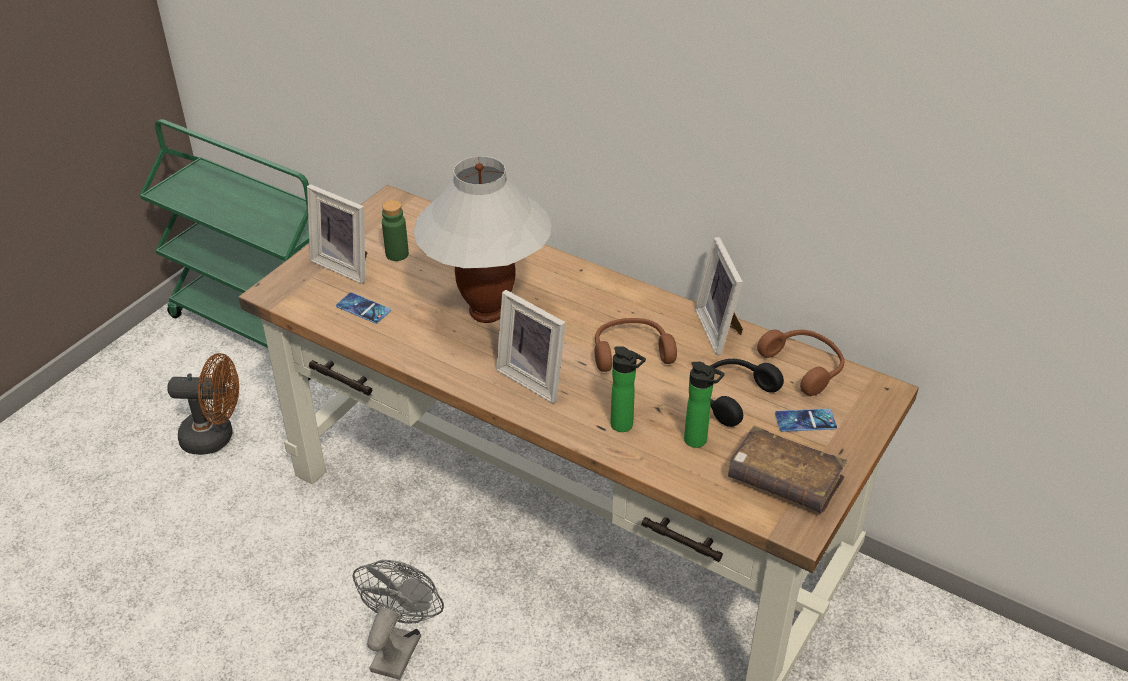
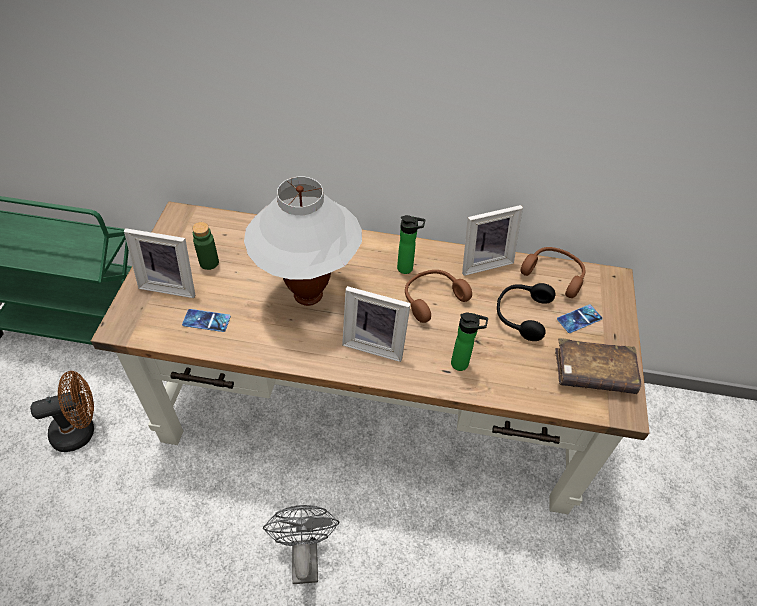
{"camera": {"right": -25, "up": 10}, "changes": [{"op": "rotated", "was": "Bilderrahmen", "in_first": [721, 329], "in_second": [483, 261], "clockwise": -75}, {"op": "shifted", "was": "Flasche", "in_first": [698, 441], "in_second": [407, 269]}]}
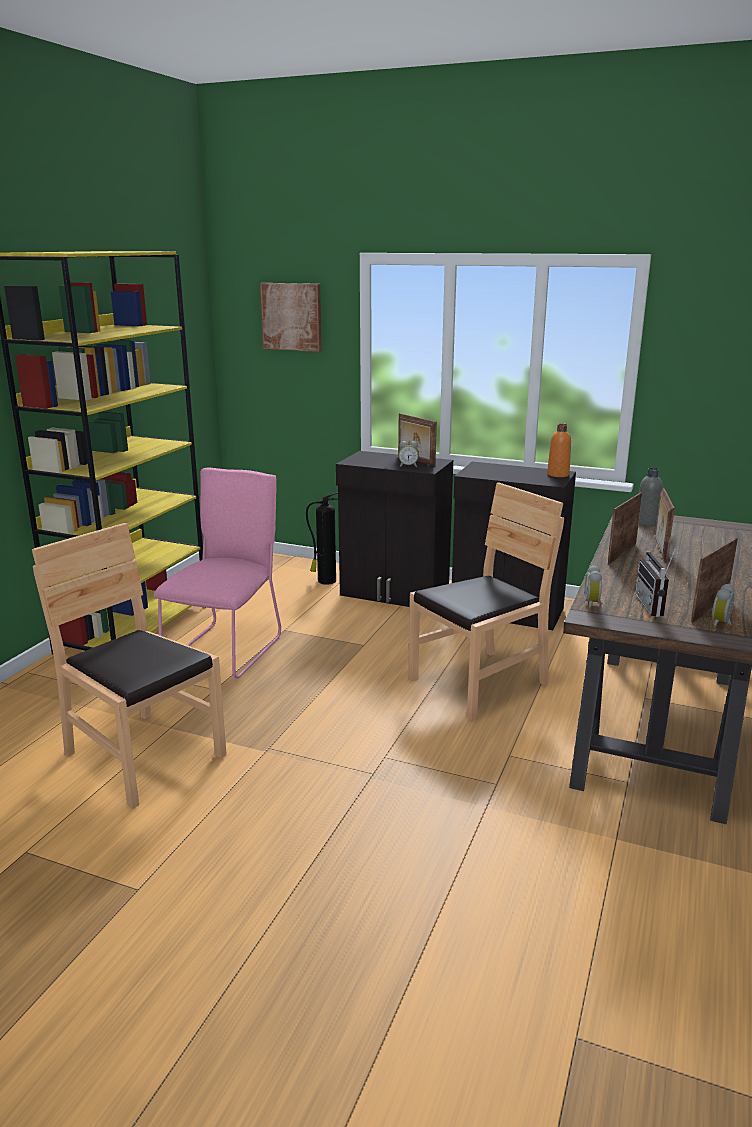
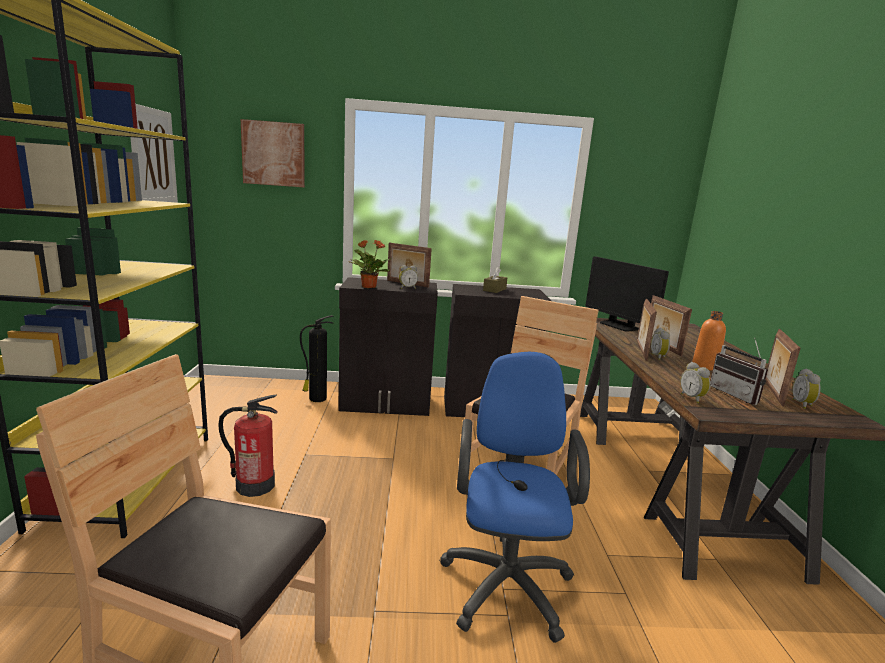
{"camera": {"right": -25, "up": -5}, "changes": [{"op": "shifted", "was": "Flasche (orange)", "in_first": [558, 474], "in_second": [704, 366]}, {"op": "swapped", "was": "Stuhl (rosa)", "now": "Feuerlöscher", "in_first": [227, 648], "in_second": [254, 485]}, {"op": "swapped", "was": "Flasche (grau)", "now": "Monitor", "in_first": [646, 523], "in_second": [619, 326]}, {"op": "new", "now": "Bild", "in_second": [153, 156]}, {"op": "new", "now": "Topfpflanze", "in_second": [368, 286]}, {"op": "new", "now": "Taschentuchbox (braun)", "in_second": [494, 289]}, {"op": "new", "now": "Wecker", "in_second": [659, 357]}, {"op": "new", "now": "Bürostuhl (blau)", "in_second": [506, 580]}]}
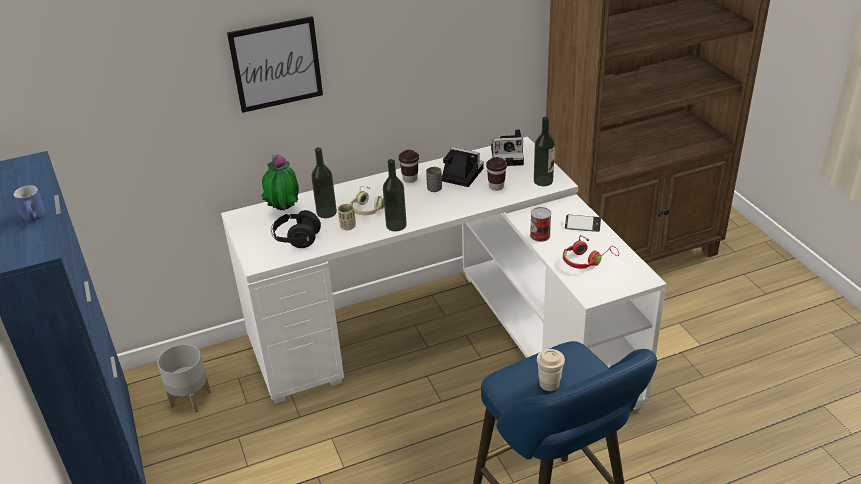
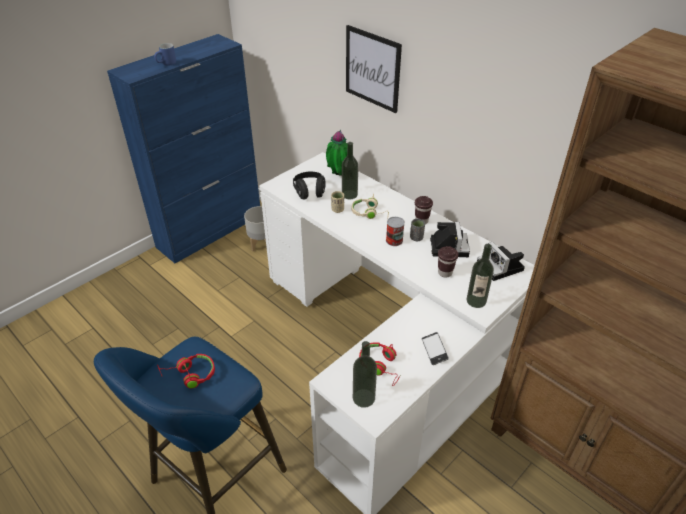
{"camera": {"right": 65, "up": 5}, "changes": [{"op": "shifted", "was": "Flasche", "in_first": [396, 225], "in_second": [363, 398]}, {"op": "shifted", "was": "Dose", "in_first": [540, 235], "in_second": [394, 240]}, {"op": "swapped", "was": "Tasse (beige)", "now": "Kopfhörer (rot)", "in_first": [549, 384], "in_second": [189, 375]}]}
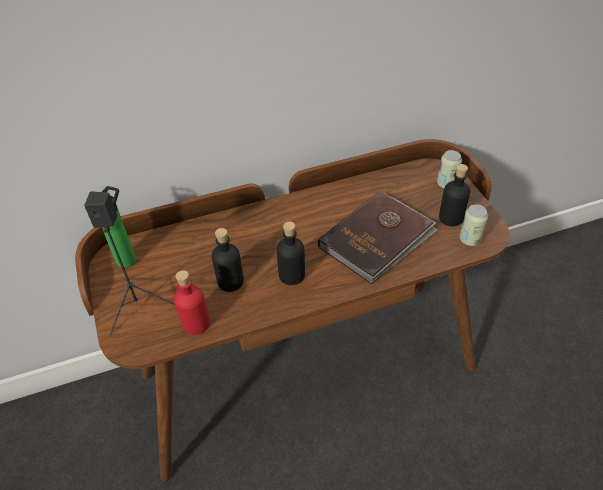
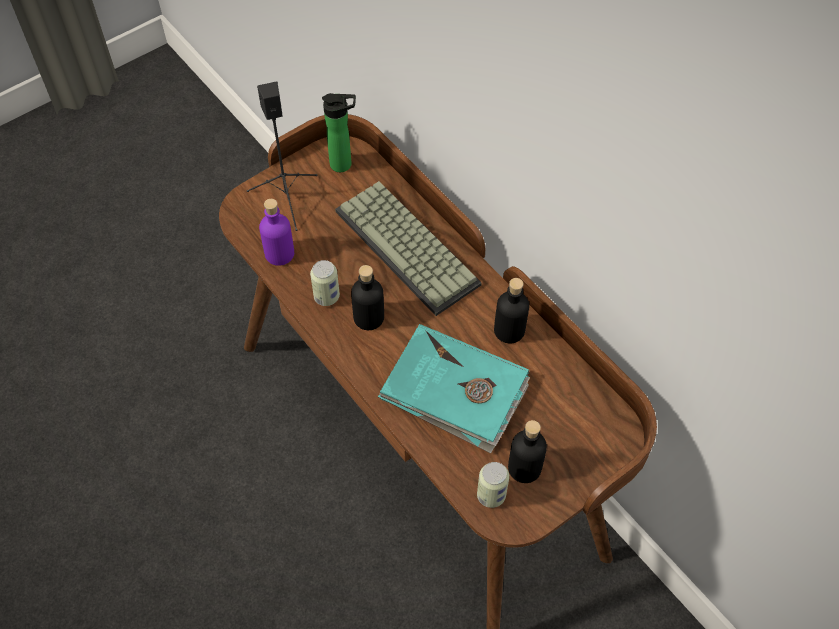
{"camera": {"right": 70, "up": 10}, "changes": [{"op": "shifted", "was": "Dose", "in_first": [446, 184], "in_second": [326, 297]}, {"op": "repainted", "was": "Buch (braun)", "now": "Buch (türkis)", "in_first": [378, 239], "in_second": [454, 391]}, {"op": "shifted", "was": "Flasche (schwarz)", "in_first": [230, 281], "in_second": [509, 330]}, {"op": "repainted", "was": "Flasche (rot)", "now": "Flasche (lila)", "in_first": [196, 323], "in_second": [279, 253]}, {"op": "new", "now": "Tastatur", "in_second": [410, 247]}]}
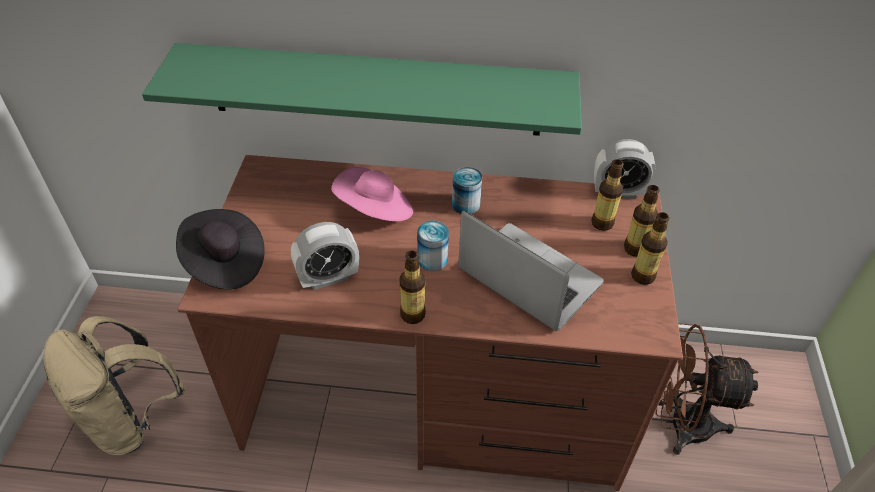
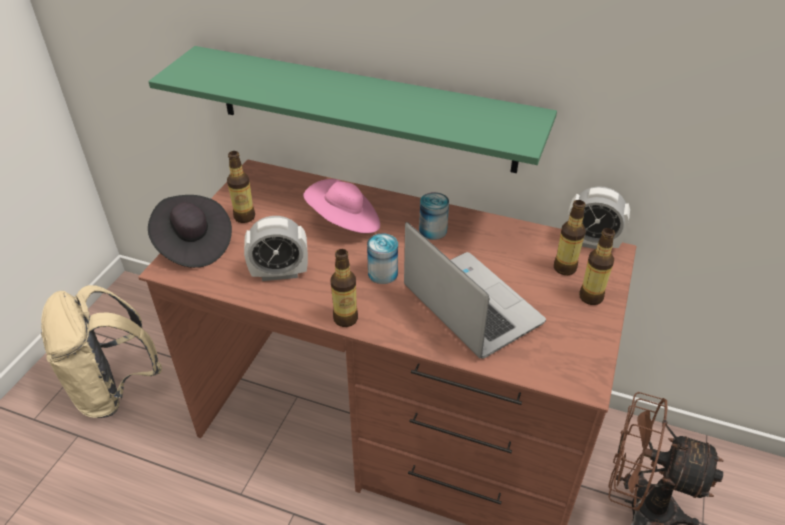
{"camera": {"right": 15, "up": -5}, "changes": [{"op": "shifted", "was": "Flasche", "in_first": [643, 276], "in_second": [244, 217]}]}
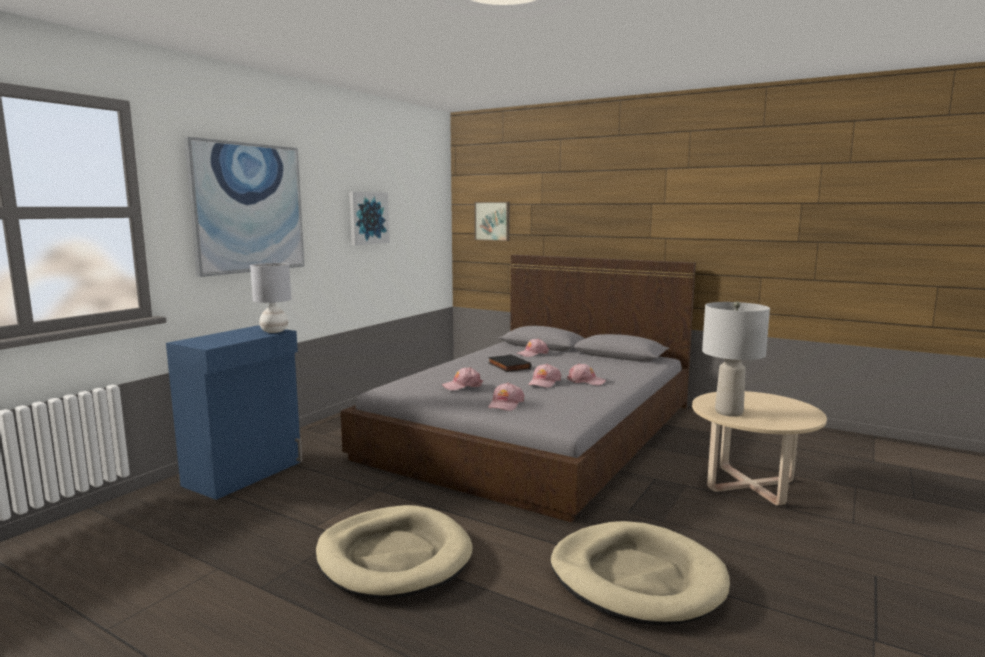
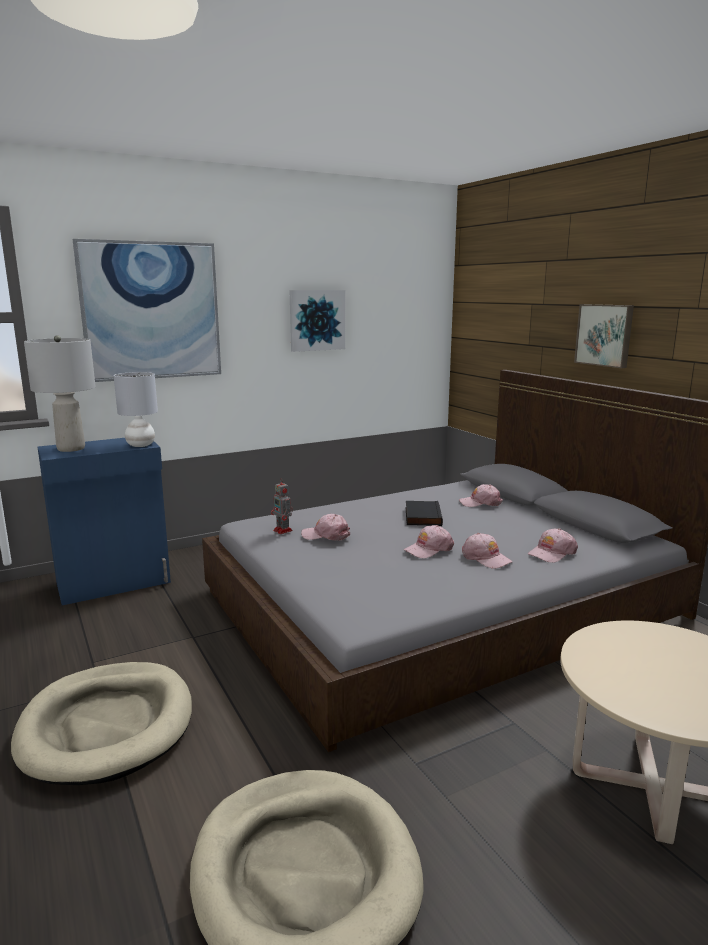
{"camera": {"right": 30, "up": 5}, "changes": [{"op": "shifted", "was": "Bild", "in_first": [493, 221], "in_second": [605, 335]}, {"op": "shifted", "was": "Tischlampe (grau)", "in_first": [729, 412], "in_second": [71, 448]}, {"op": "shifted", "was": "Kappe (rosa)", "in_first": [505, 404], "in_second": [552, 553]}, {"op": "new", "now": "Spielzeugroboter", "in_second": [283, 531]}]}
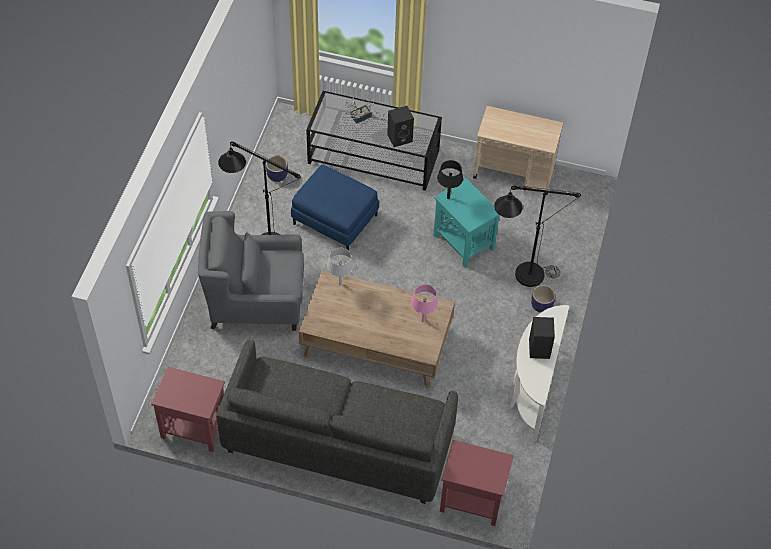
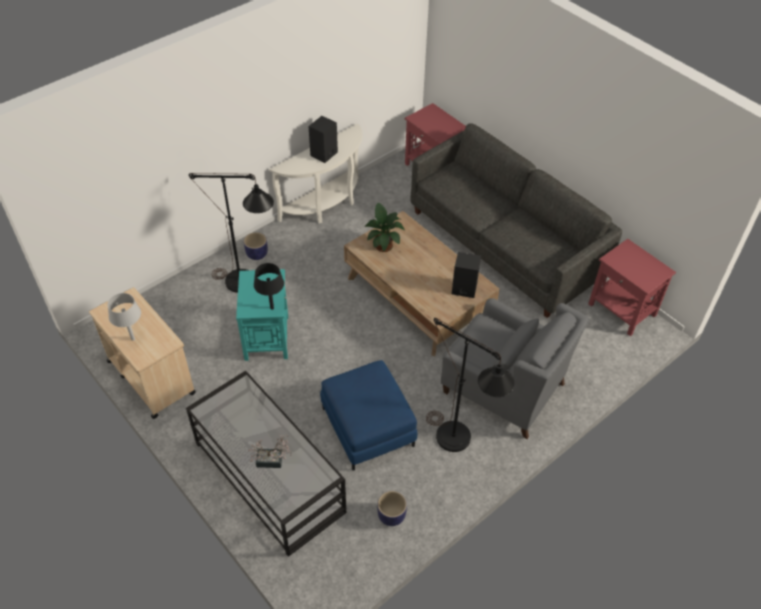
{"camera": {"right": -145, "up": -5}, "changes": [{"op": "shifted", "was": "Lautsprecher (schwarz)", "in_first": [400, 137], "in_second": [463, 289]}, {"op": "shifted", "was": "Tischlampe (grau)", "in_first": [340, 284], "in_second": [133, 339]}, {"op": "swapped", "was": "Tischlampe (rosa)", "now": "Topfpflanze", "in_first": [423, 320], "in_second": [384, 244]}]}
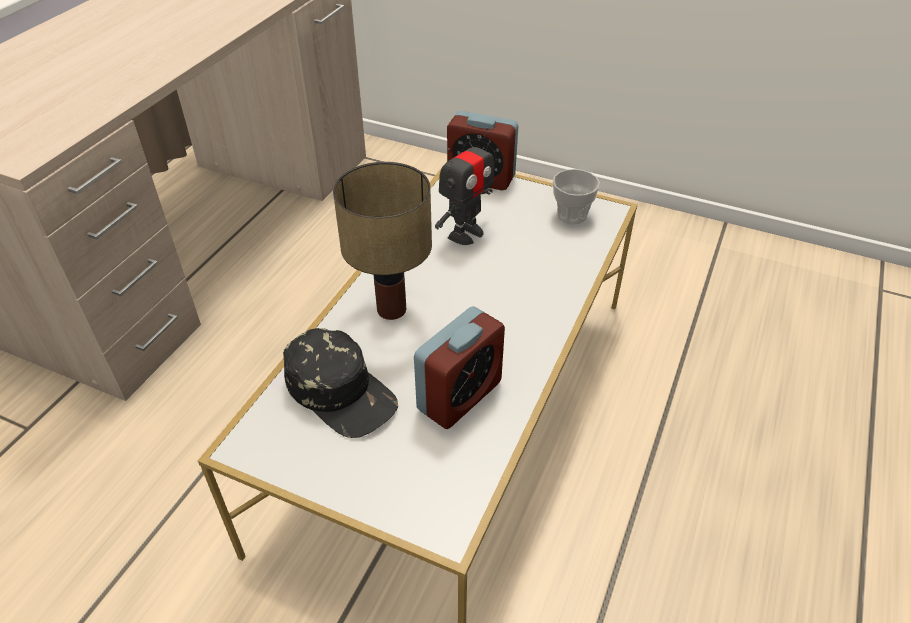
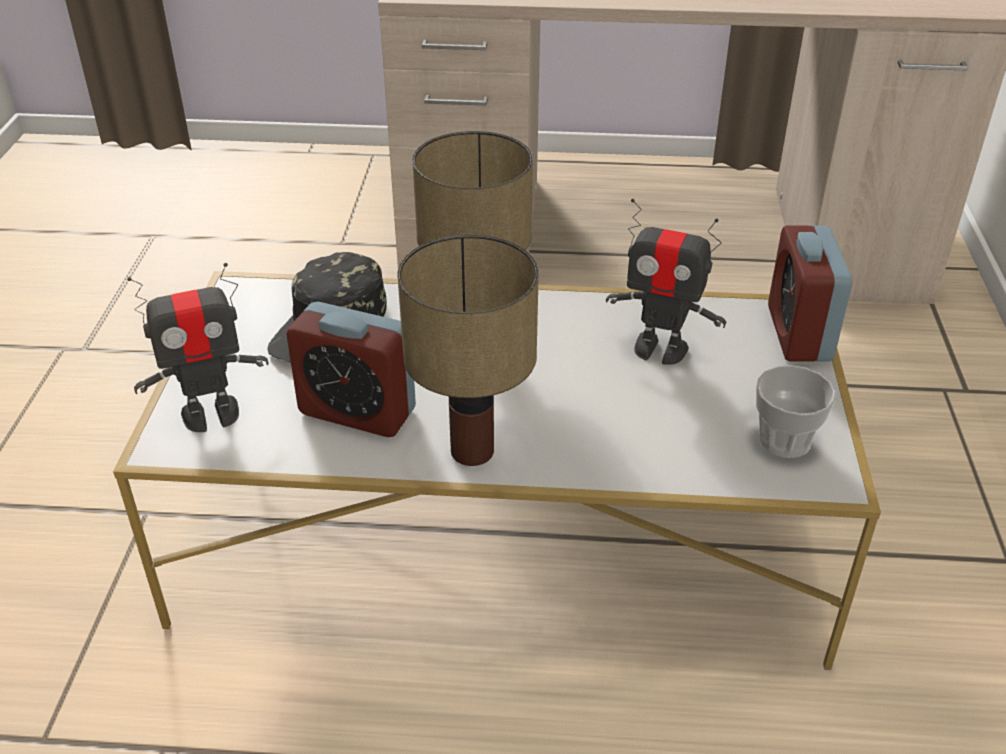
{"camera": {"right": 70, "up": -5}, "changes": [{"op": "new", "now": "Tischlampe", "in_second": [471, 449]}, {"op": "new", "now": "Spielzeugroboter", "in_second": [211, 414]}]}
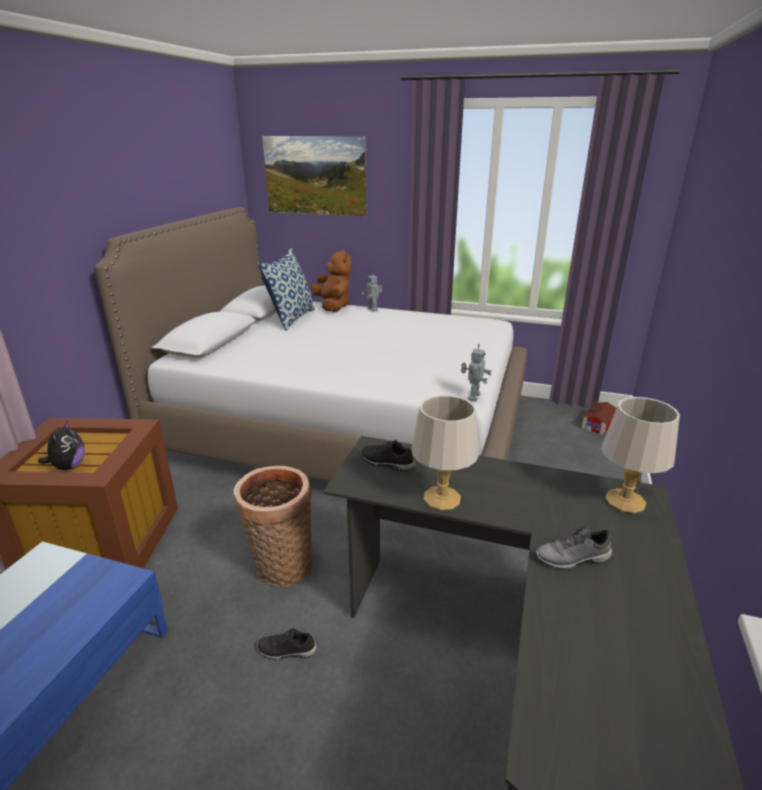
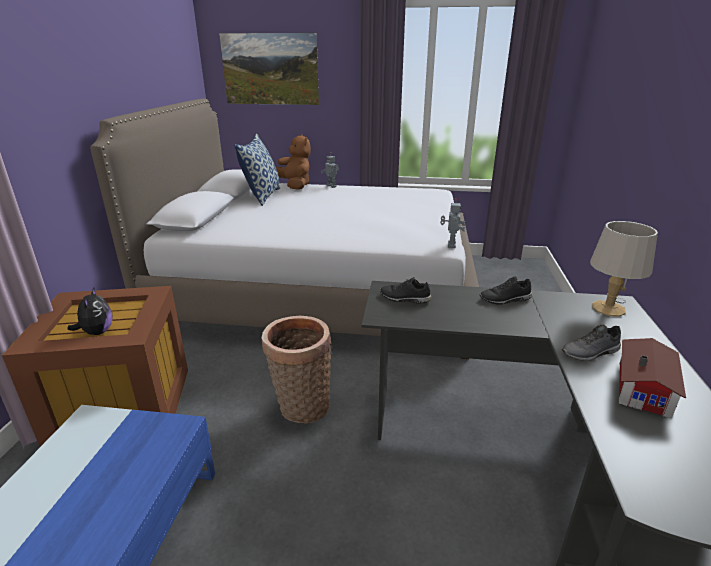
{"camera": {"right": -10, "up": 0}, "changes": [{"op": "gone", "was": "Tischlampe (grau)", "in_first": [442, 498]}, {"op": "shifted", "was": "Spielzeughaus", "in_first": [599, 424], "in_second": [645, 387]}, {"op": "shifted", "was": "Schuh (schwarz)", "in_first": [286, 651], "in_second": [505, 300]}]}
